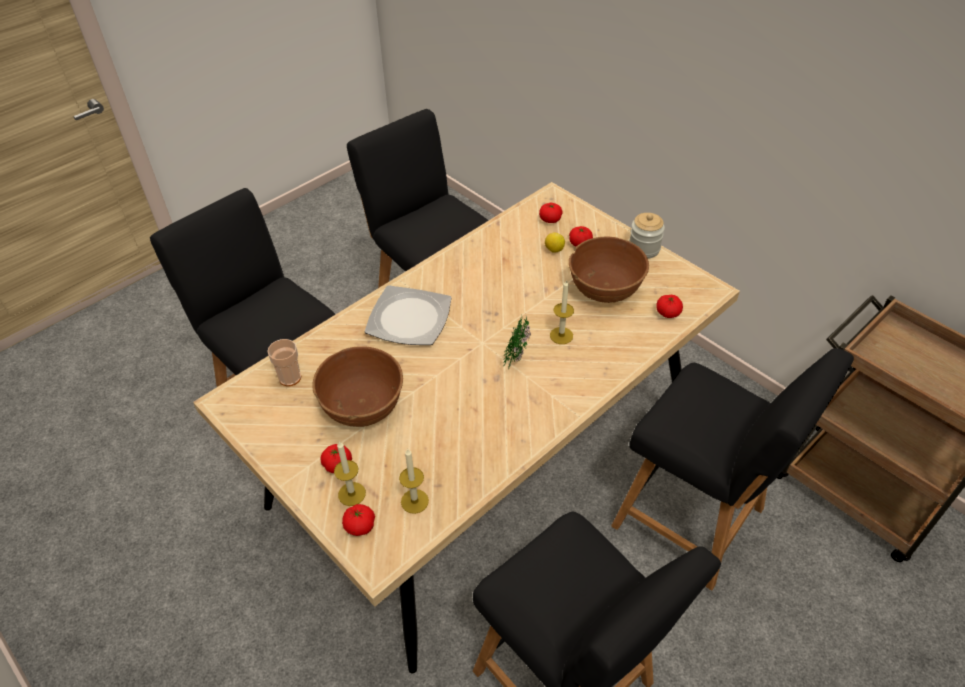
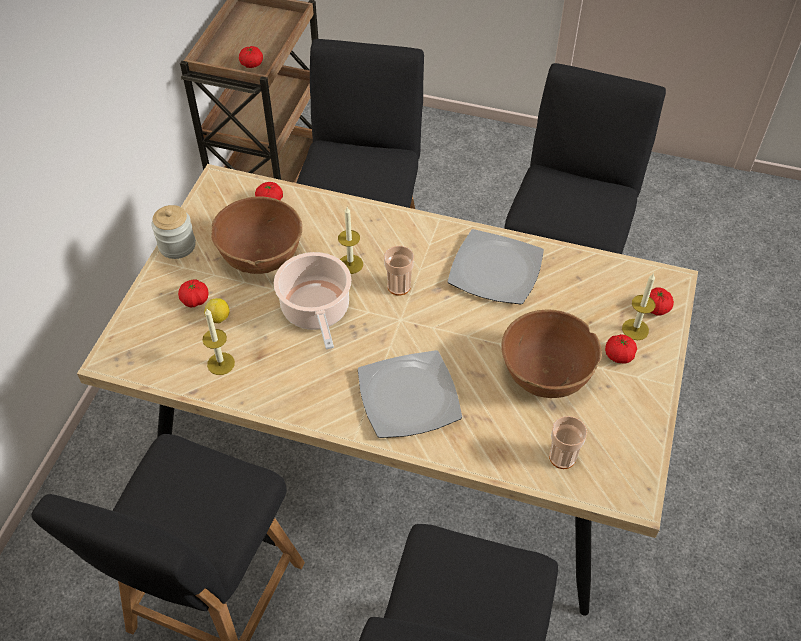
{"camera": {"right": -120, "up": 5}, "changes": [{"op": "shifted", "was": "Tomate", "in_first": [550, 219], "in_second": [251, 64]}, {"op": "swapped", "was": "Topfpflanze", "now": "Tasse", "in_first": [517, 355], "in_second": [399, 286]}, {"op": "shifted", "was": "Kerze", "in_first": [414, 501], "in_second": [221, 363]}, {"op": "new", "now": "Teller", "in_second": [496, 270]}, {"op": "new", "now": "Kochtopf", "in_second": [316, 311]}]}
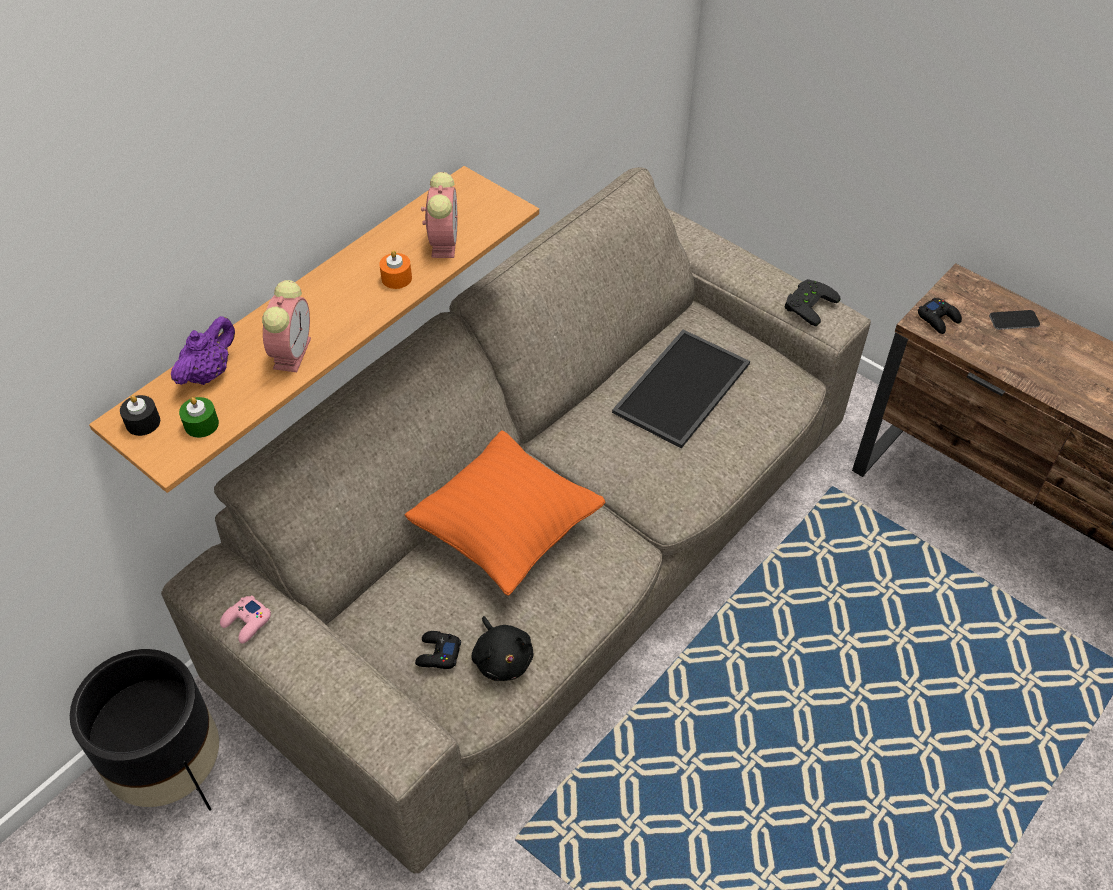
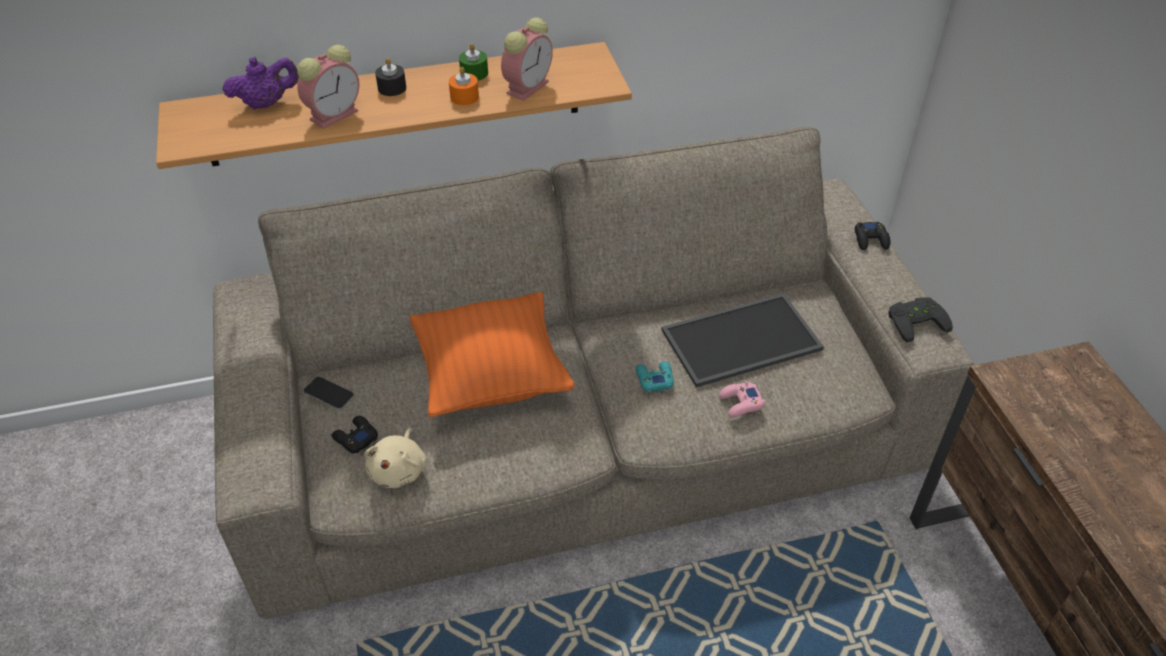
{"camera": {"right": 35, "up": -5}, "changes": [{"op": "shifted", "was": "Gamepad (schwarz)", "in_first": [938, 319], "in_second": [871, 240]}, {"op": "shifted", "was": "Handy", "in_first": [1014, 321], "in_second": [329, 393]}, {"op": "shifted", "was": "Kerze (schwarz)", "in_first": [143, 422], "in_second": [392, 88]}, {"op": "shifted", "was": "Kerze (grün)", "in_first": [201, 424], "in_second": [474, 73]}, {"op": "shifted", "was": "Gamepad (rosa)", "in_first": [246, 622], "in_second": [740, 403]}, {"op": "repainted", "was": "Plüschtier (schwarz)", "now": "Plüschtier (beige)", "in_first": [502, 658], "in_second": [399, 470]}, {"op": "gone", "was": "Pflanzkübel (schwarz)", "in_first": [173, 773]}, {"op": "new", "now": "Gamepad (türkis)", "in_second": [654, 379]}]}
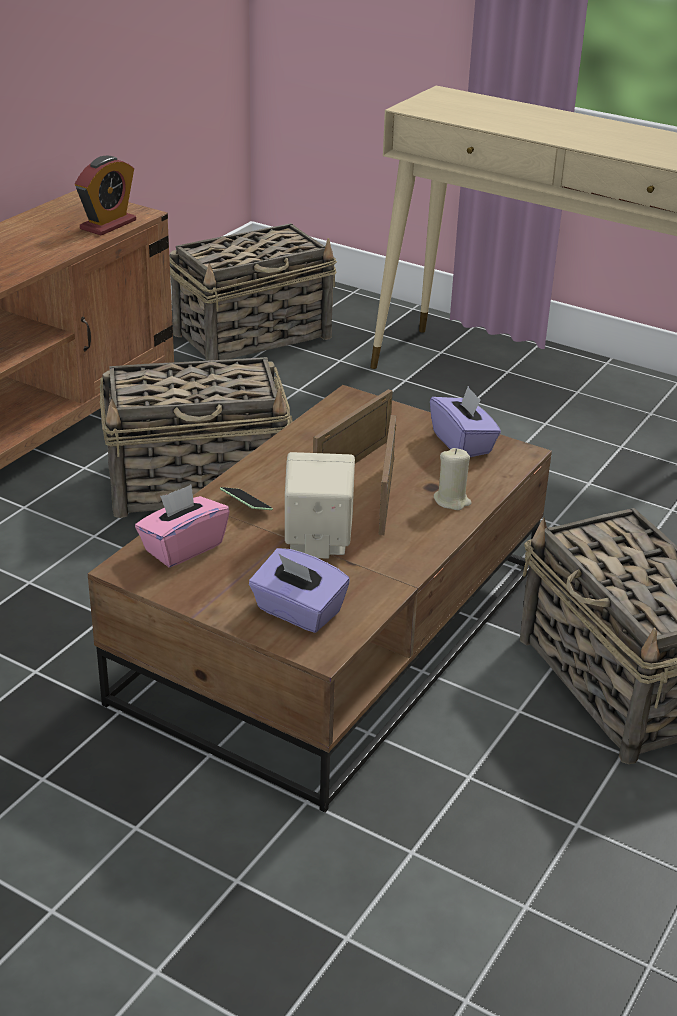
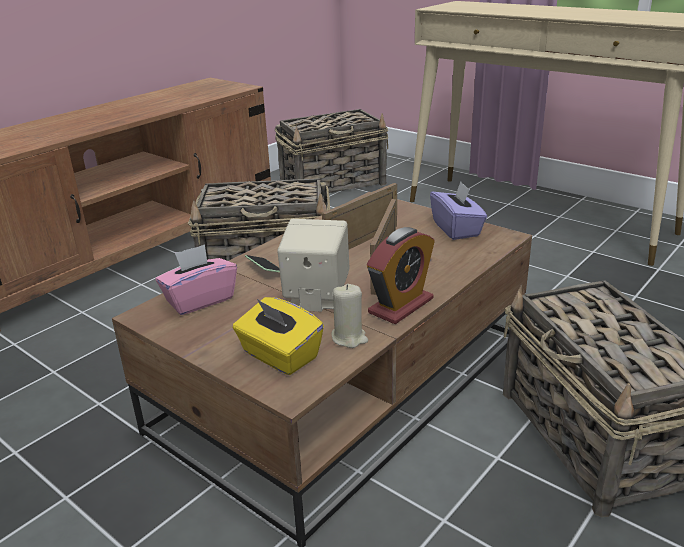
{"camera": {"right": 10, "up": -5}, "changes": [{"op": "shifted", "was": "Wecker", "in_first": [108, 225], "in_second": [401, 306]}, {"op": "shifted", "was": "Kerze (beige)", "in_first": [452, 501], "in_second": [349, 338]}, {"op": "repainted", "was": "Taschentuchbox (lila)", "now": "Taschentuchbox (gelb)", "in_first": [298, 612], "in_second": [279, 356]}]}
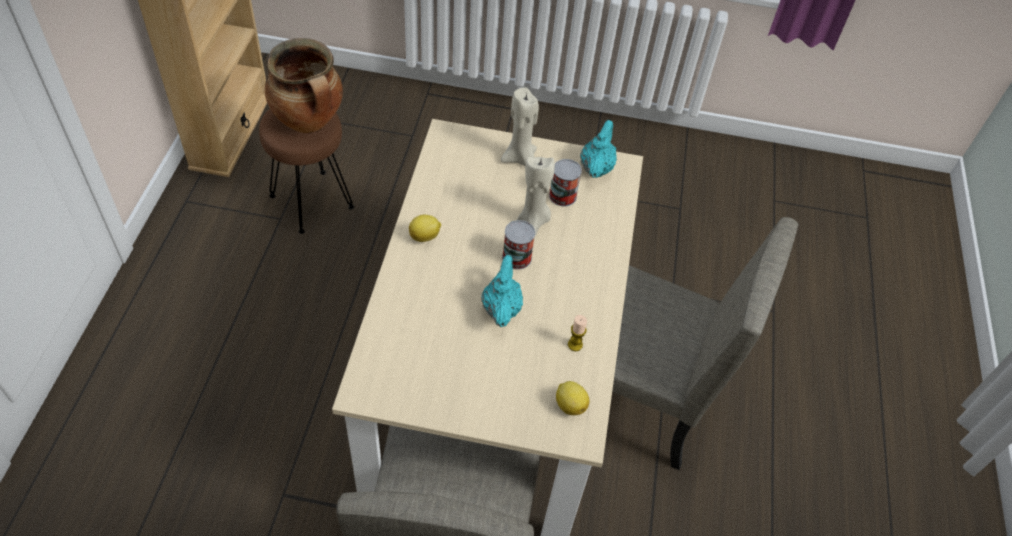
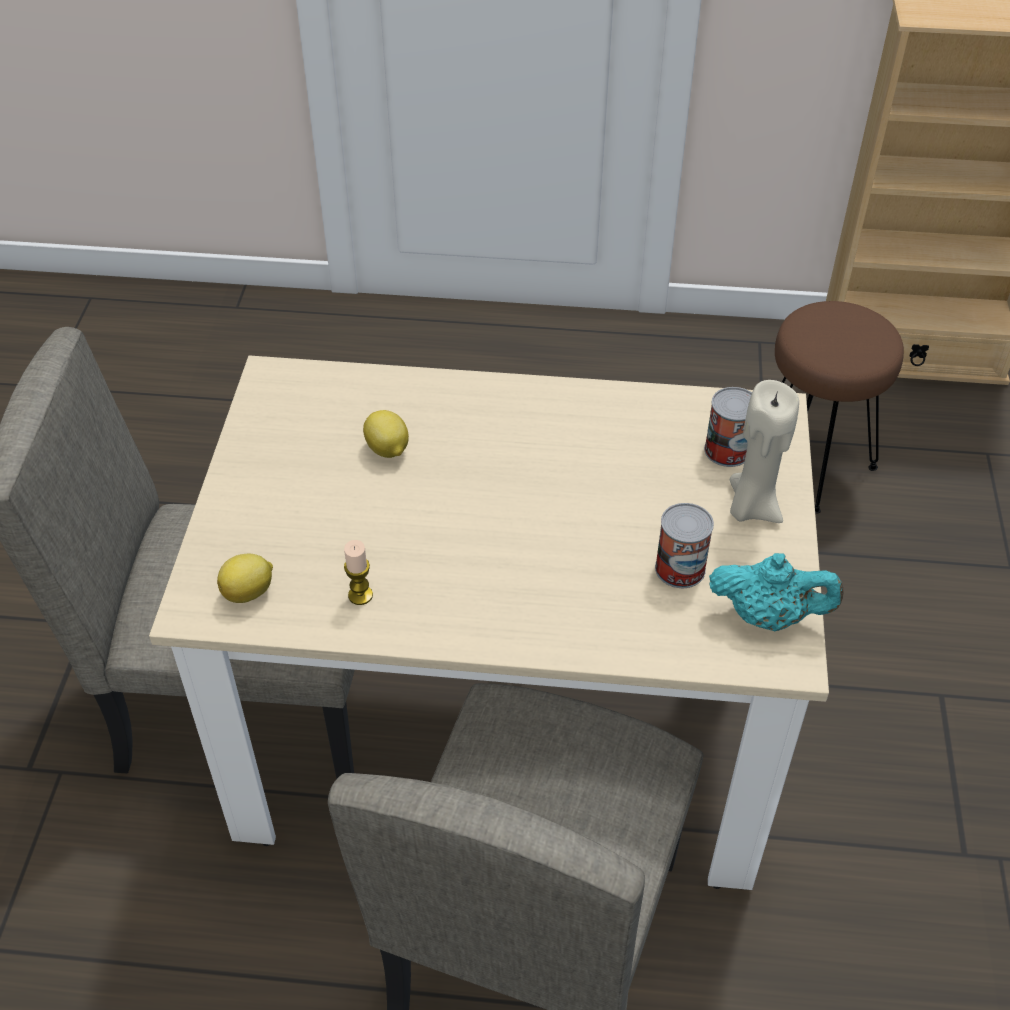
{"camera": {"right": 90, "up": -5}, "changes": [{"op": "gone", "was": "Kochtopf", "in_first": [310, 122]}, {"op": "gone", "was": "Kerze (beige)", "in_first": [533, 221]}, {"op": "shifted", "was": "Zitrone", "in_first": [425, 236], "in_second": [387, 450]}, {"op": "shifted", "was": "Dose", "in_first": [516, 257], "in_second": [727, 450]}, {"op": "gone", "was": "Teekanne (türkis)", "in_first": [501, 308]}]}
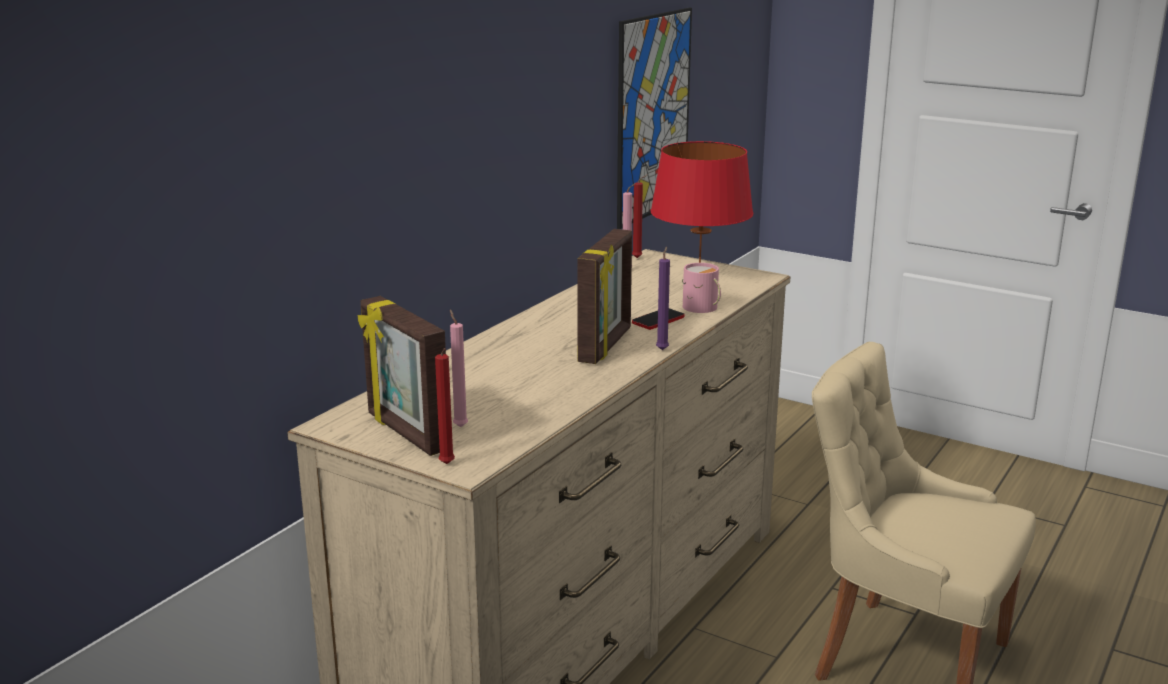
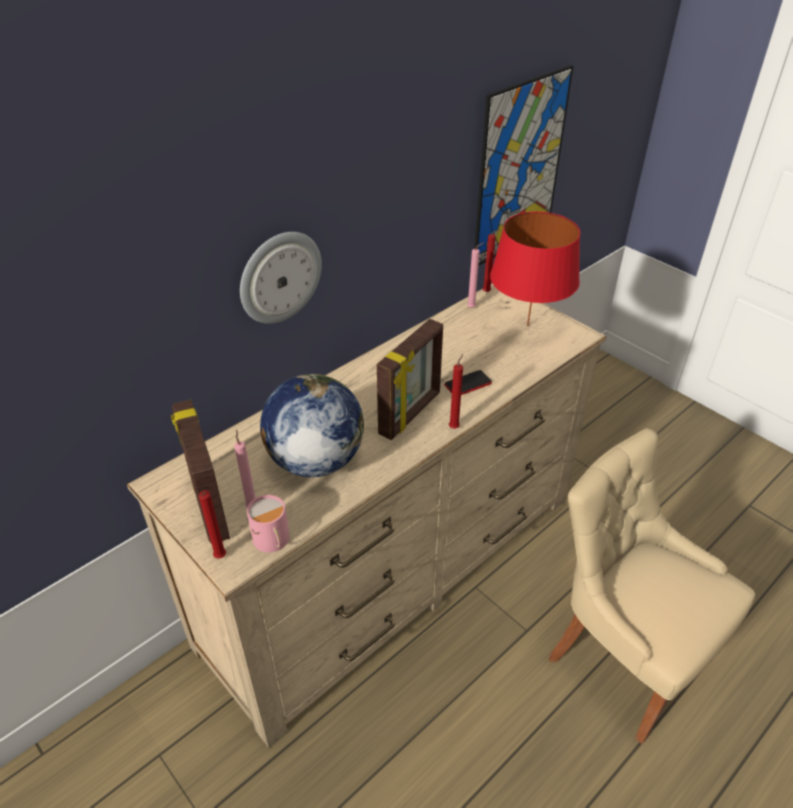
{"camera": {"right": 15, "up": 20}, "changes": [{"op": "repainted", "was": "Kerze (lila)", "now": "Kerze (rot)", "in_first": [662, 349], "in_second": [454, 427]}, {"op": "shifted", "was": "Henkelbecher (rosa)", "in_first": [702, 308], "in_second": [272, 541]}, {"op": "new", "now": "Wanduhr", "in_second": [279, 277]}, {"op": "new", "now": "Globus", "in_second": [315, 461]}]}
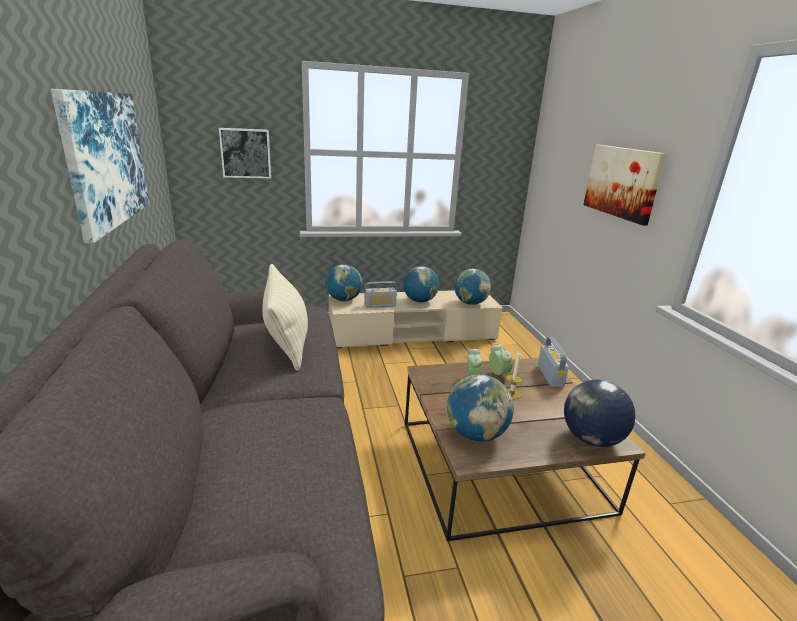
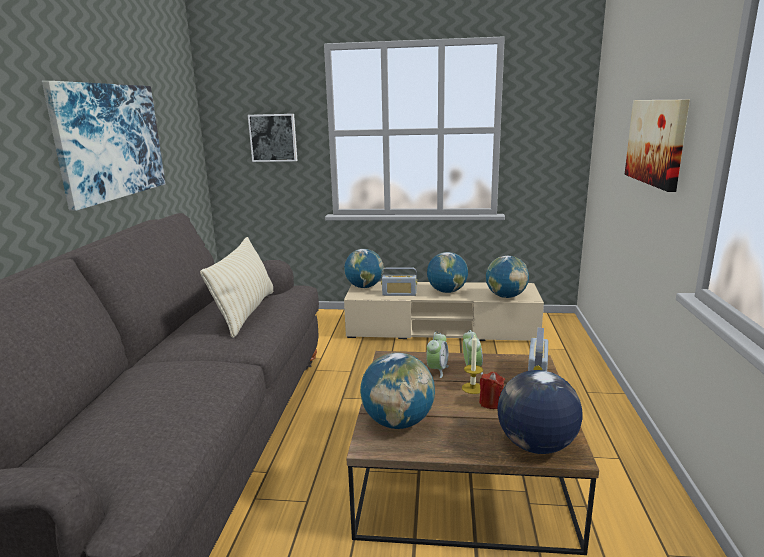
{"camera": {"right": 20, "up": -5}, "changes": [{"op": "new", "now": "Kerze (rot)", "in_second": [491, 403]}]}
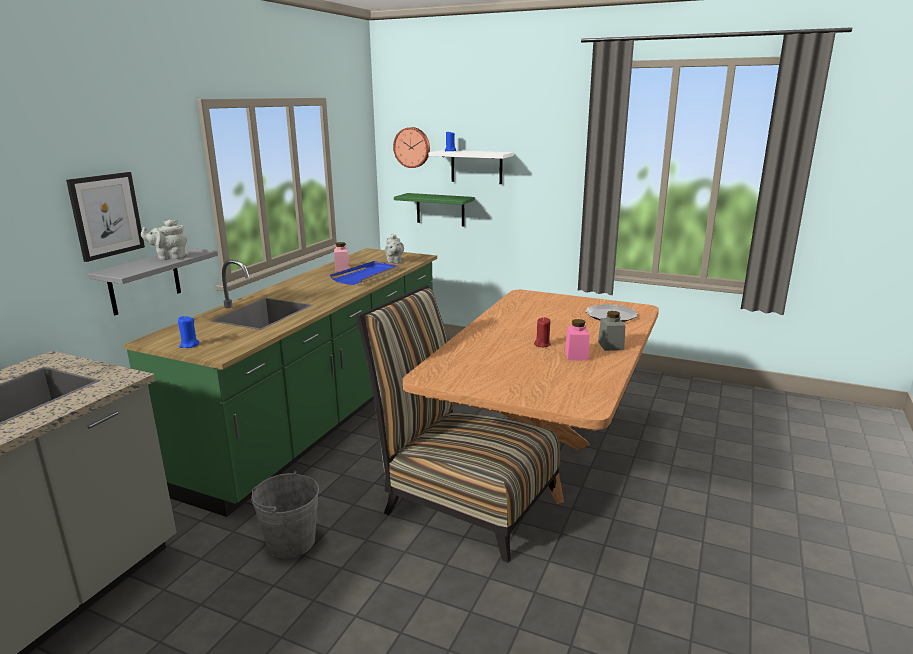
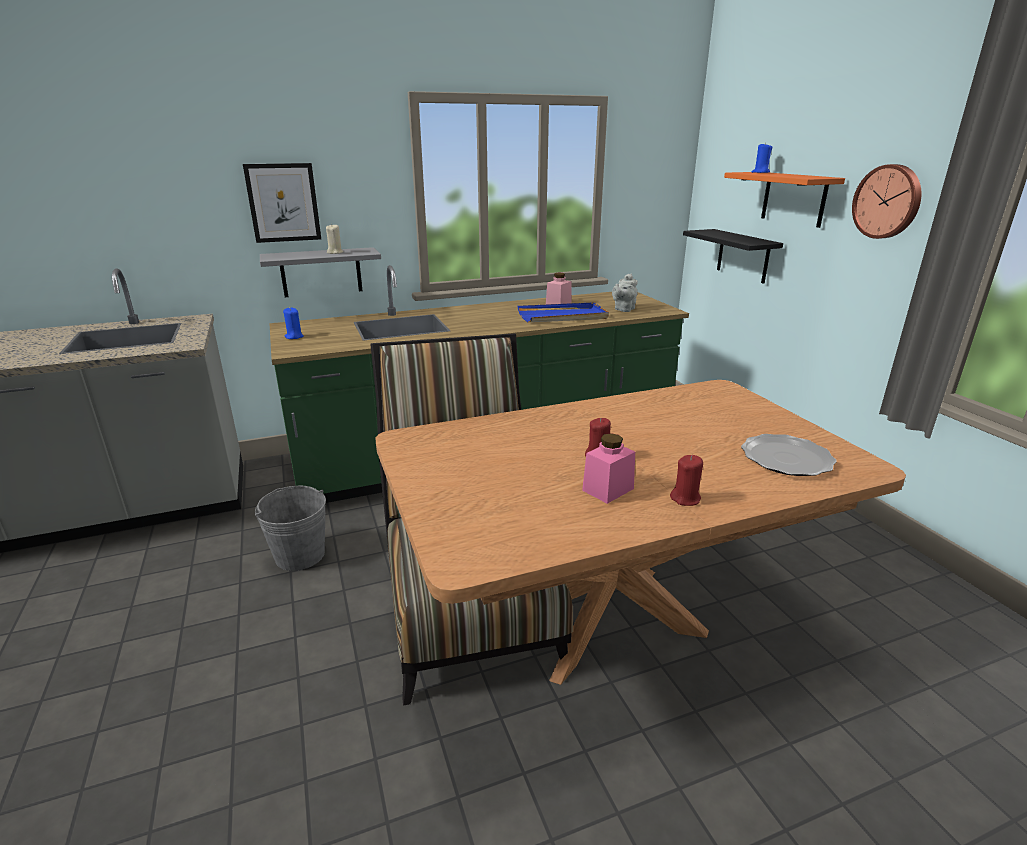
{"camera": {"right": 45, "up": 5}, "changes": [{"op": "shifted", "was": "Wanduhr", "in_first": [412, 147], "in_second": [888, 201]}, {"op": "repainted", "was": "Wandregal (weiß)", "now": "Wandregal (orange)", "in_first": [476, 167], "in_second": [794, 198]}, {"op": "repainted", "was": "Wandregal (grün)", "now": "Wandregal (schwarz)", "in_first": [440, 209], "in_second": [743, 256]}, {"op": "swapped", "was": "Teekanne (grau)", "now": "Kerze (beige)", "in_first": [169, 257], "in_second": [335, 252]}, {"op": "swapped", "was": "Vorratsglas (grau)", "now": "Kerze (rot)", "in_first": [610, 345], "in_second": [685, 499]}]}
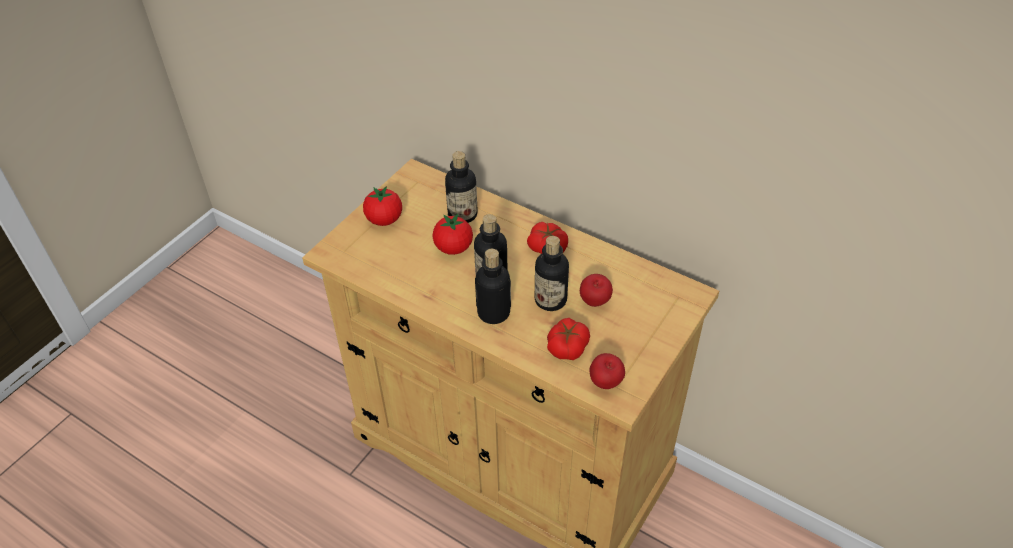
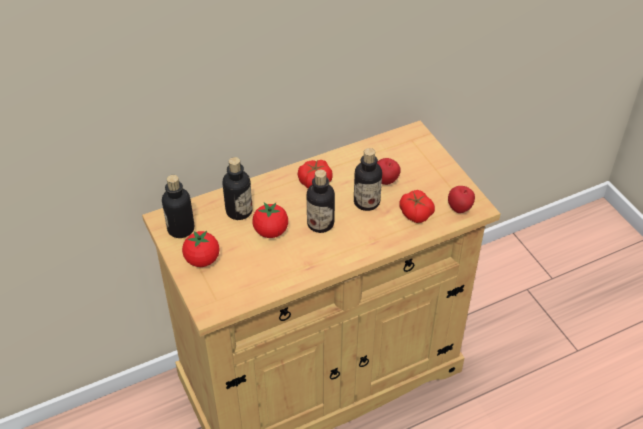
{"camera": {"right": -60, "up": 0}, "changes": [{"op": "shifted", "was": "Flasche", "in_first": [493, 313], "in_second": [181, 229]}]}
